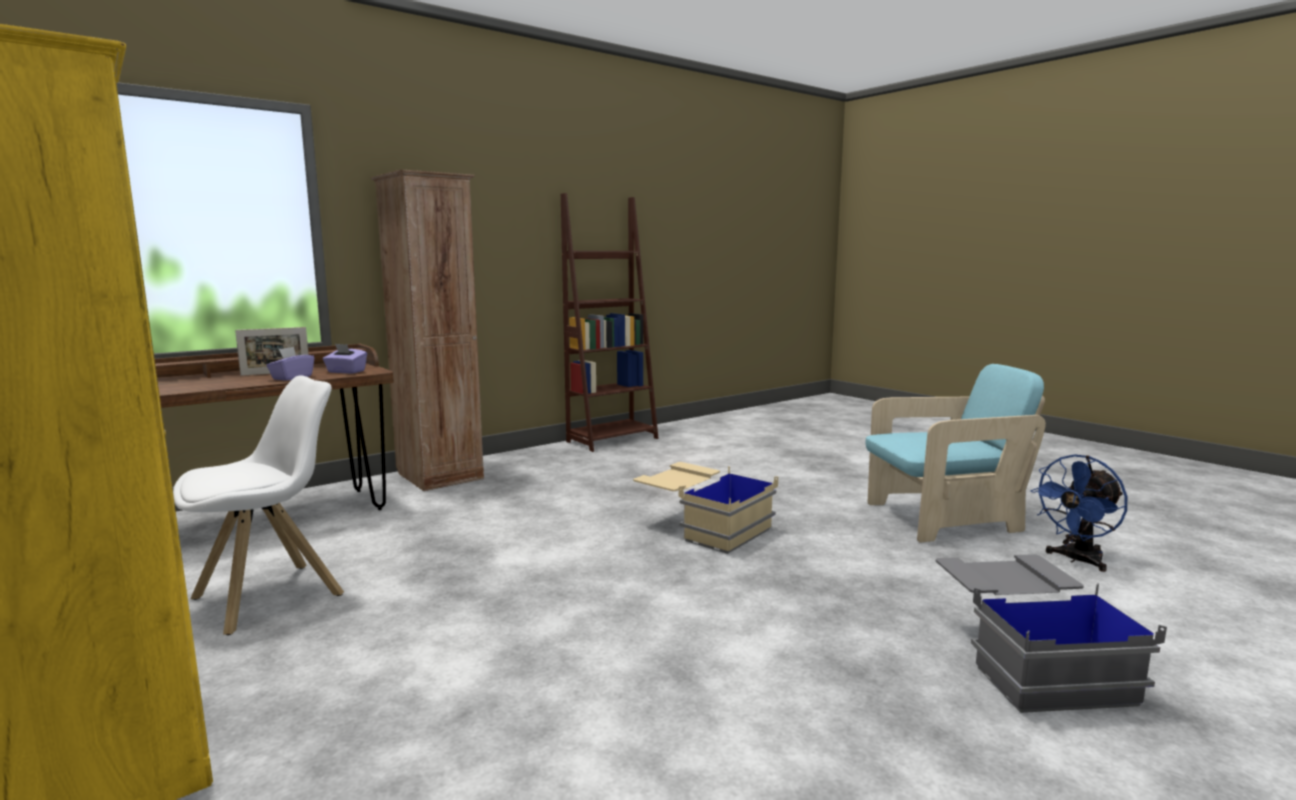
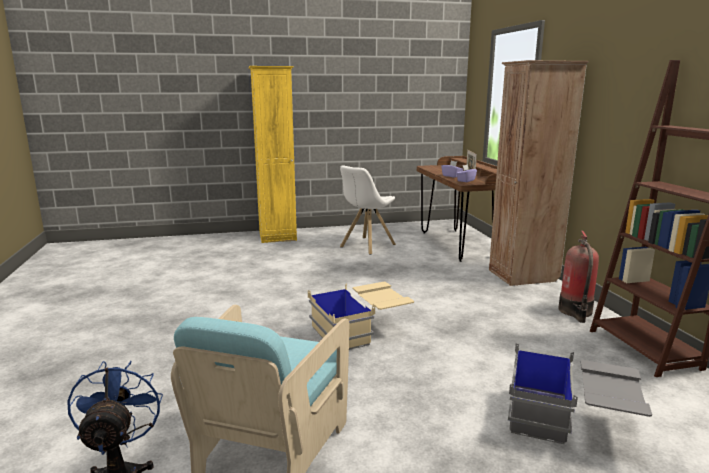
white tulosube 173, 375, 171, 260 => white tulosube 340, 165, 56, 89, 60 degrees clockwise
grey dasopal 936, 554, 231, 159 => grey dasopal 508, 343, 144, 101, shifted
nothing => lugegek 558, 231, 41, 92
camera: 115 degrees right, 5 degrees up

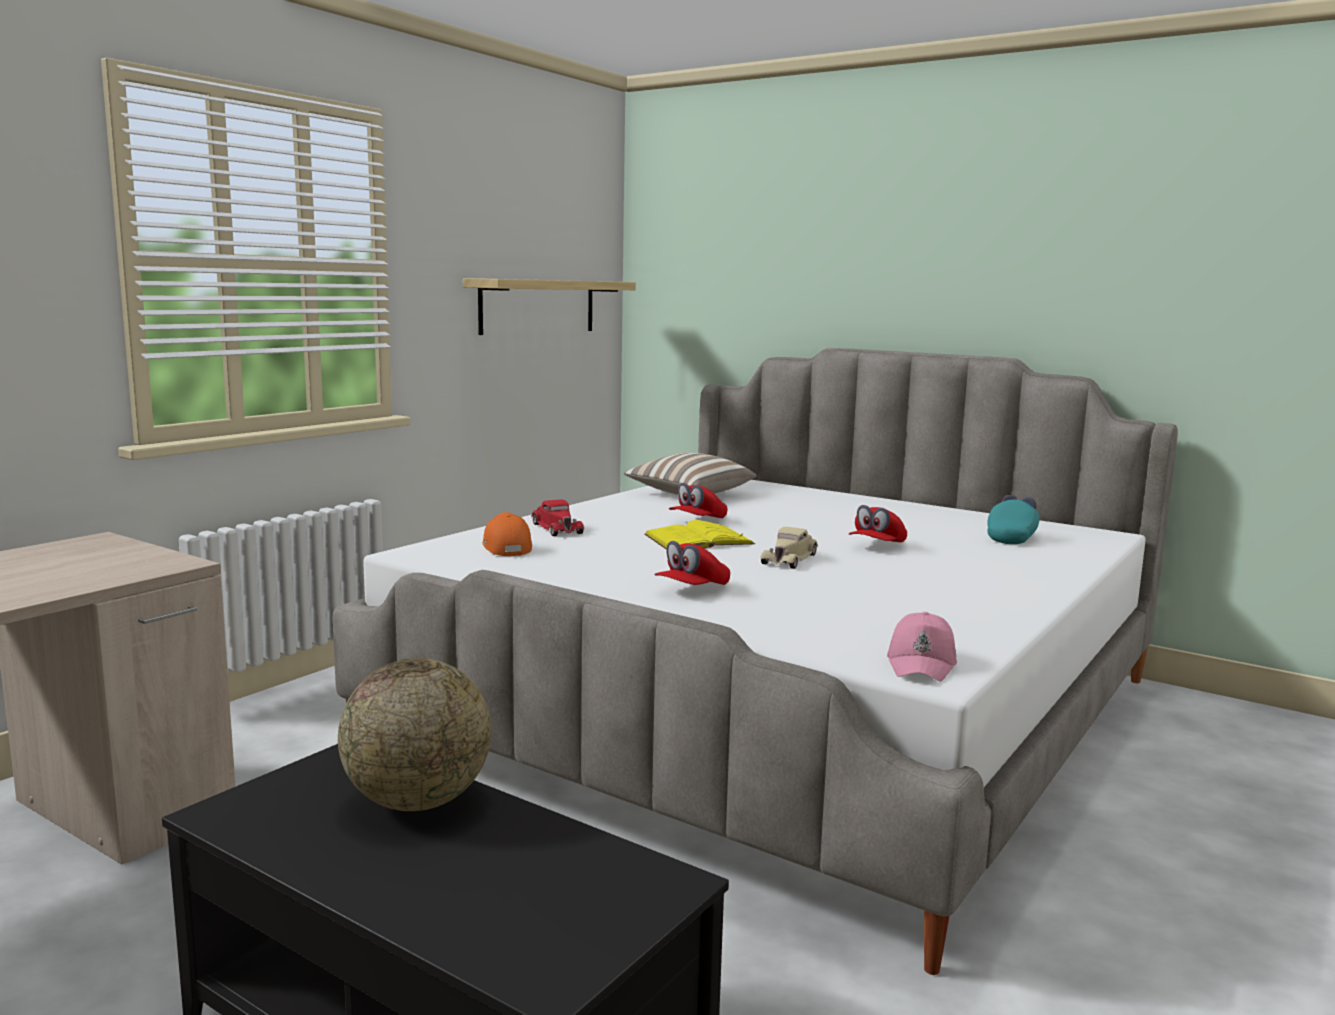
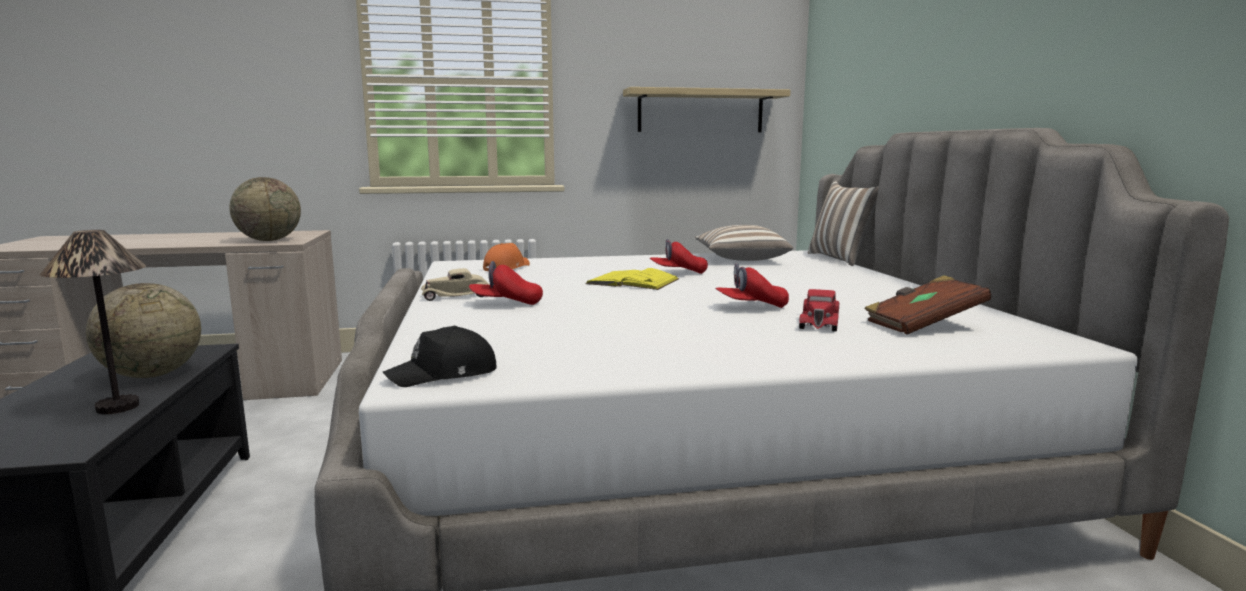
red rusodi 531, 499, 53, 37 => red rusodi 799, 289, 40, 43, shifted
beige rusodi 760, 527, 58, 42 => beige rusodi 421, 268, 69, 33, shifted
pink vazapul 887, 612, 70, 70 => black vazapul 383, 326, 114, 61
turquoise vazapul 987, 495, 53, 49 => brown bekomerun 864, 275, 127, 59
nothing => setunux 40, 230, 106, 184
nothing => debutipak 229, 177, 72, 64
nothing => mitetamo 808, 181, 71, 85
camera: 45 degrees right, 0 degrees up

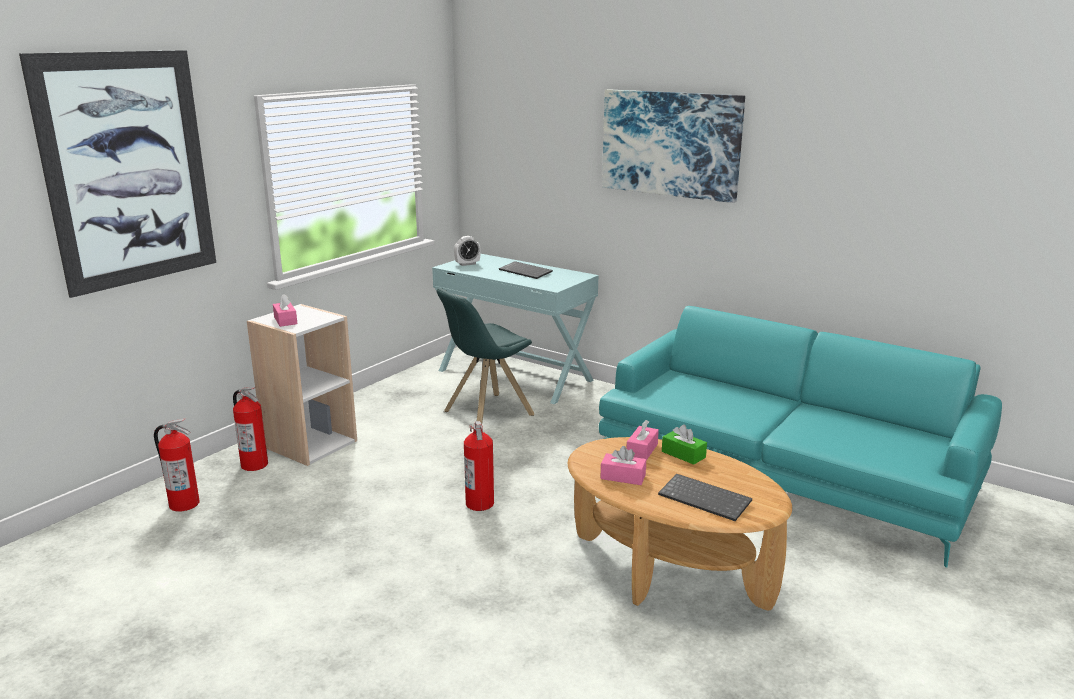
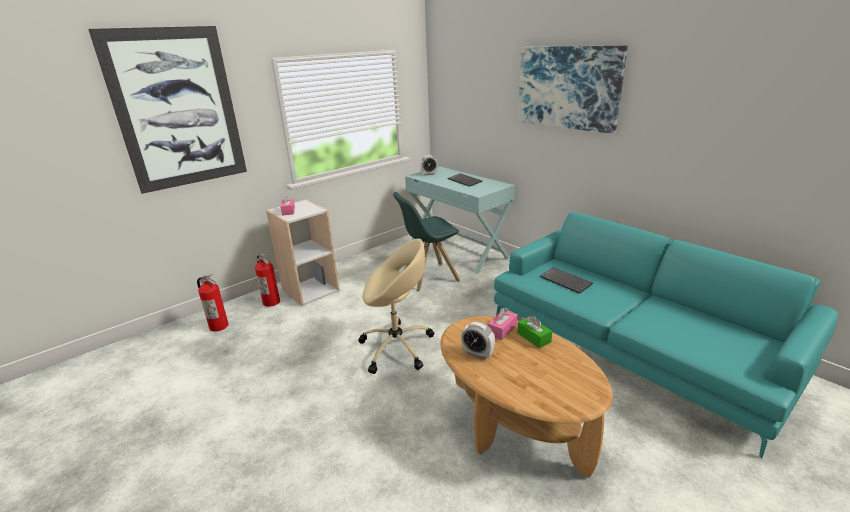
lugegek 464, 421, 30, 90 => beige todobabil 358, 239, 76, 135
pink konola 600, 446, 46, 39 => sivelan 461, 322, 34, 37
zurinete 658, 474, 94, 47 => zurinete 540, 267, 53, 27, shifted
camera: 15 degrees right, 5 degrees up

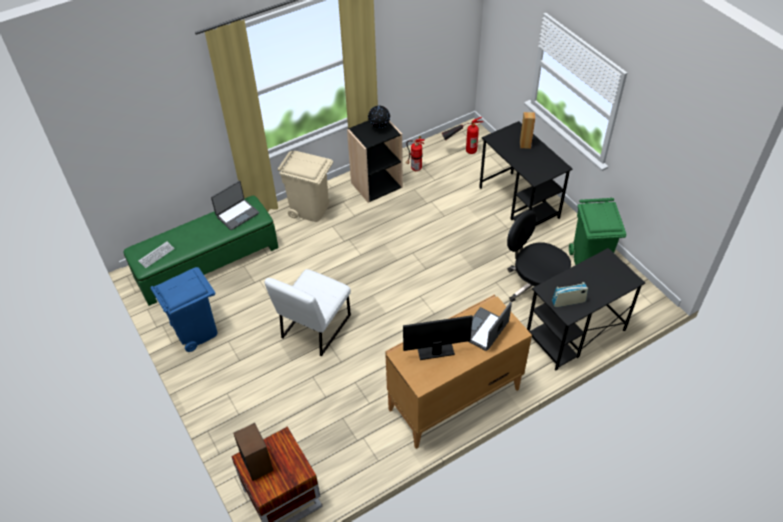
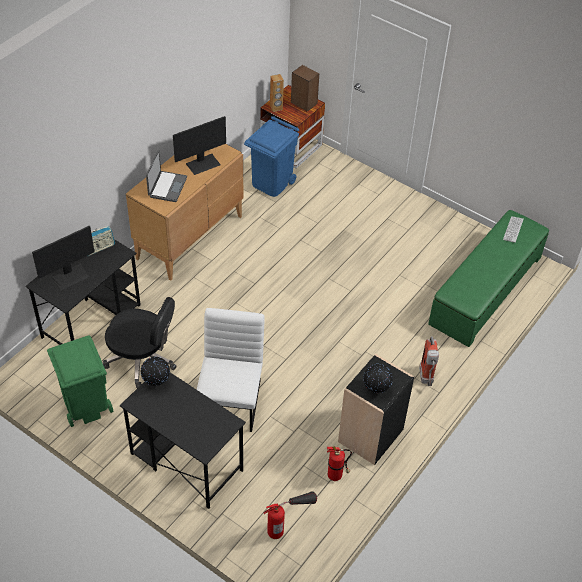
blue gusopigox 150, 267, 68, 85 => blue gusopigox 244, 116, 55, 81, shifted
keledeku 211, 181, 48, 49 => nothing
white tulosube 264, 269, 87, 87 => white tulosube 197, 308, 68, 124, shifted
beige gusopigox 277, 150, 56, 72 => lugegek 419, 336, 20, 50
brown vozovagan 520, 112, 15, 36 => brown vozovagan 270, 74, 14, 38, shifted
nothing => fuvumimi 32, 226, 63, 64
nothing => debutipak 140, 357, 30, 29
camera: 155 degrees right, 0 degrees up

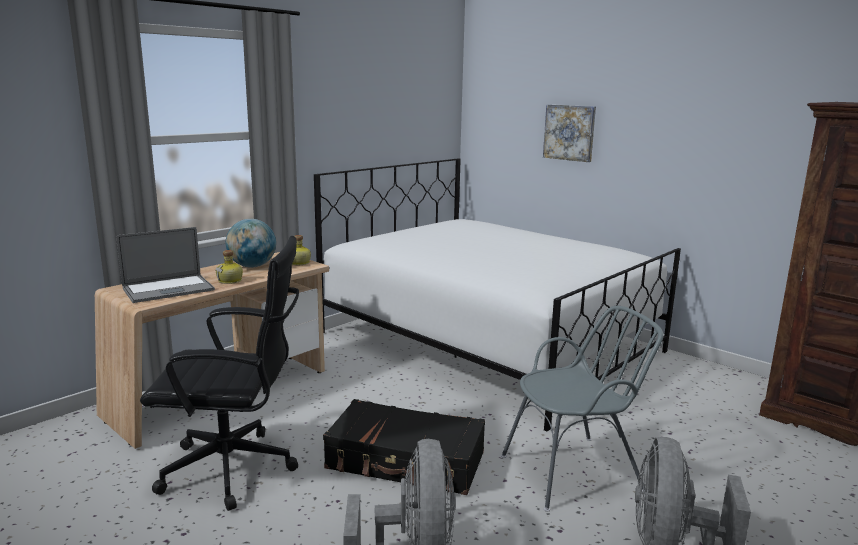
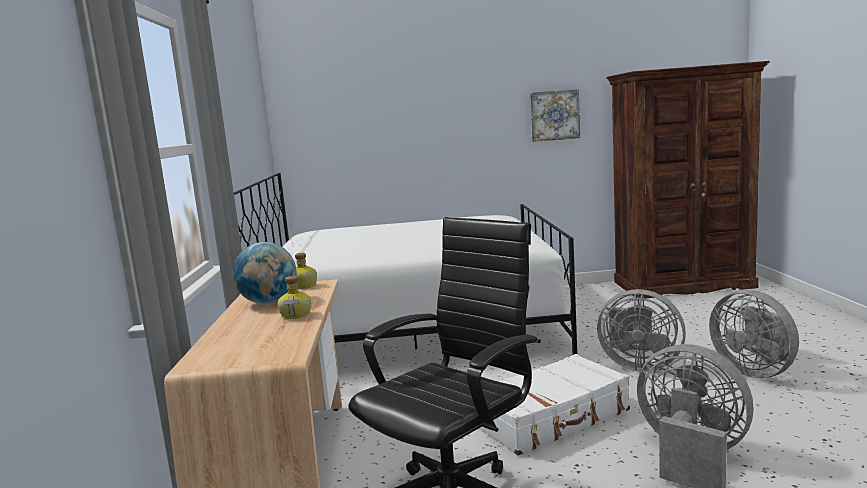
keledeku 116, 227, 99, 76 => nothing
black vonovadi 323, 399, 162, 96 => white vonovadi 479, 354, 151, 102
grey tulosube 501, 306, 163, 206 => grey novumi 597, 289, 89, 83
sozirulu 543, 105, 53, 57 => sozirulu 530, 89, 50, 53, shifted
camera: 45 degrees left, 5 degrees down

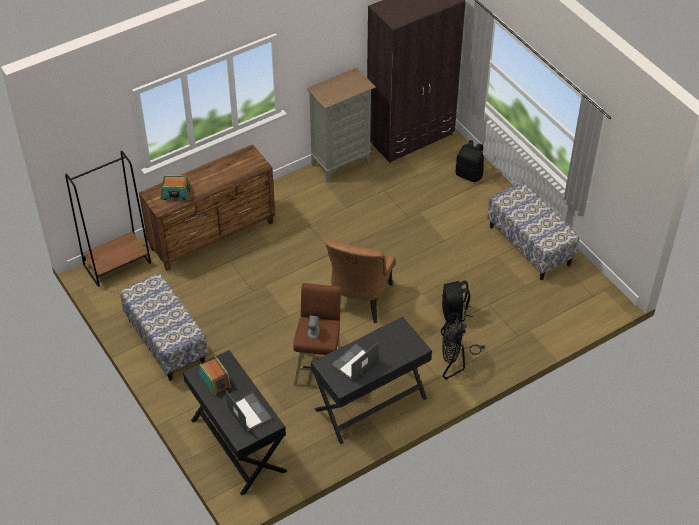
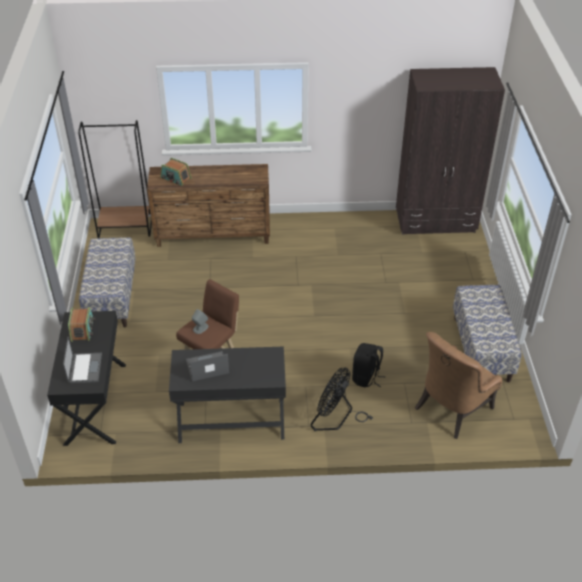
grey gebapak 307, 68, 69, 115 => nothing
brown tulosube 325, 240, 71, 83 => brown tulosube 415, 332, 87, 107, shifted
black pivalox 456, 140, 28, 42 => nothing
camera: 30 degrees right, 5 degrees down

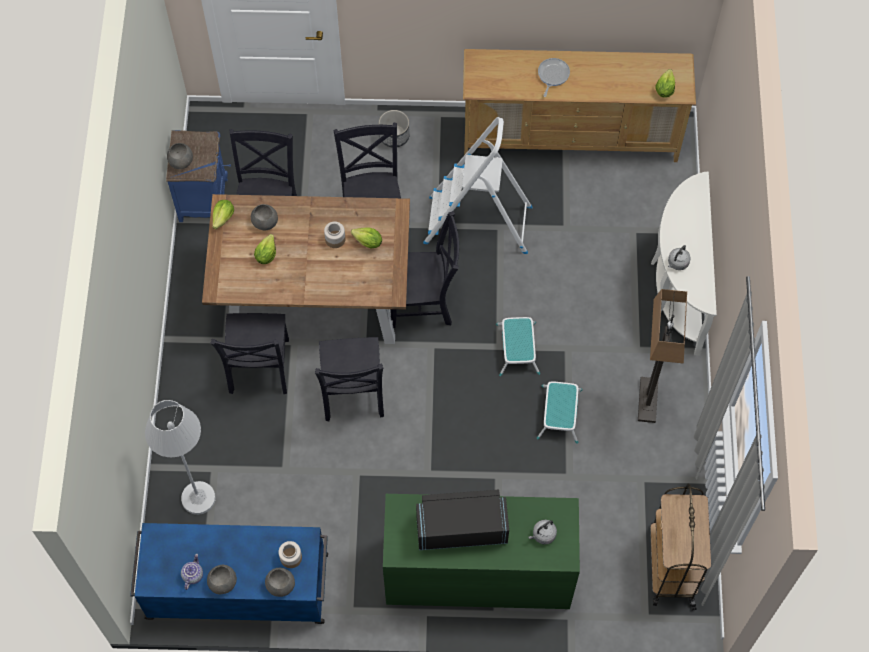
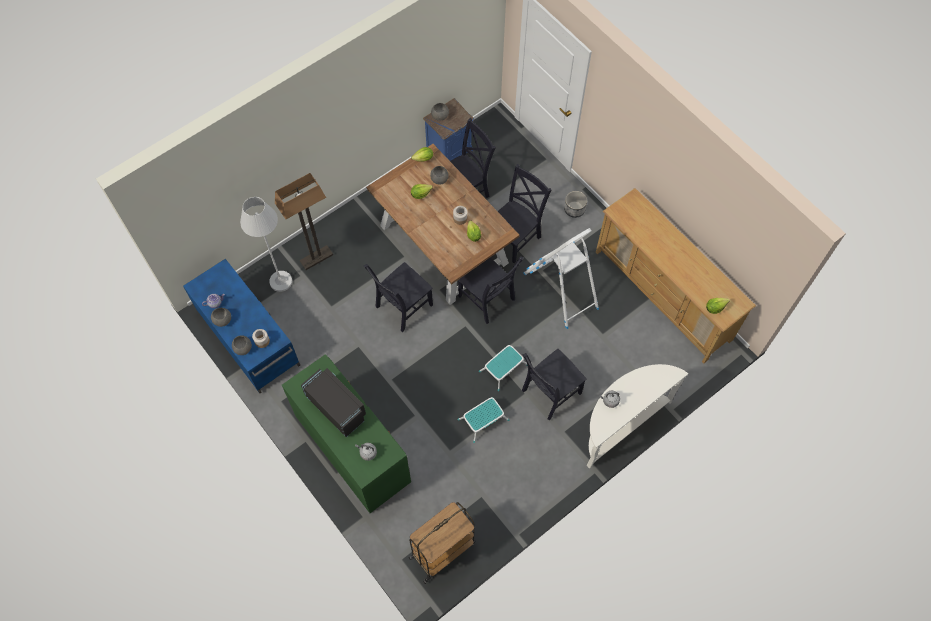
black tulosube 210, 313, 79, 81 => black tulosube 522, 349, 65, 71, shifted
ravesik 538, 58, 32, 39 => nothing
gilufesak 638, 289, 49, 134 => gilufesak 275, 173, 58, 97, shifted
camera: 50 degrees right, 0 degrees up

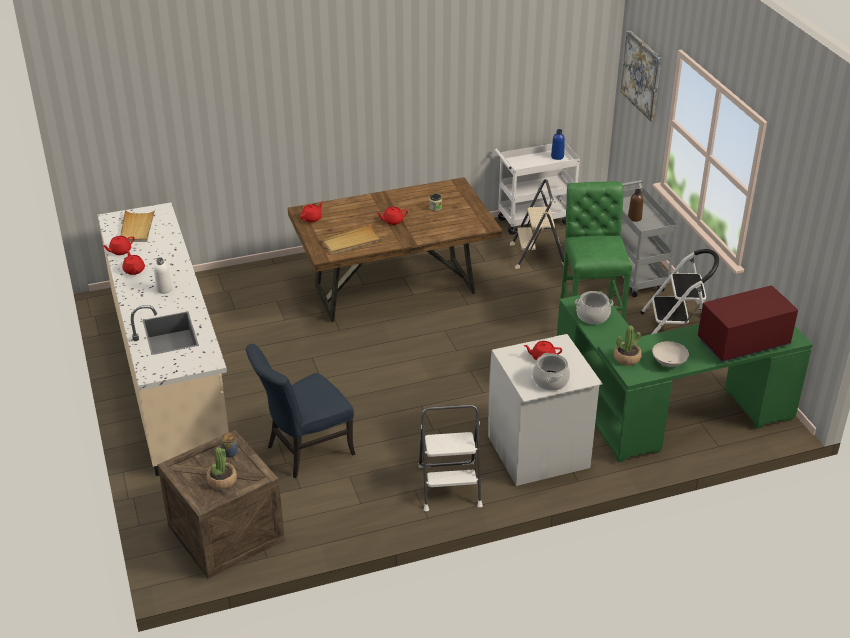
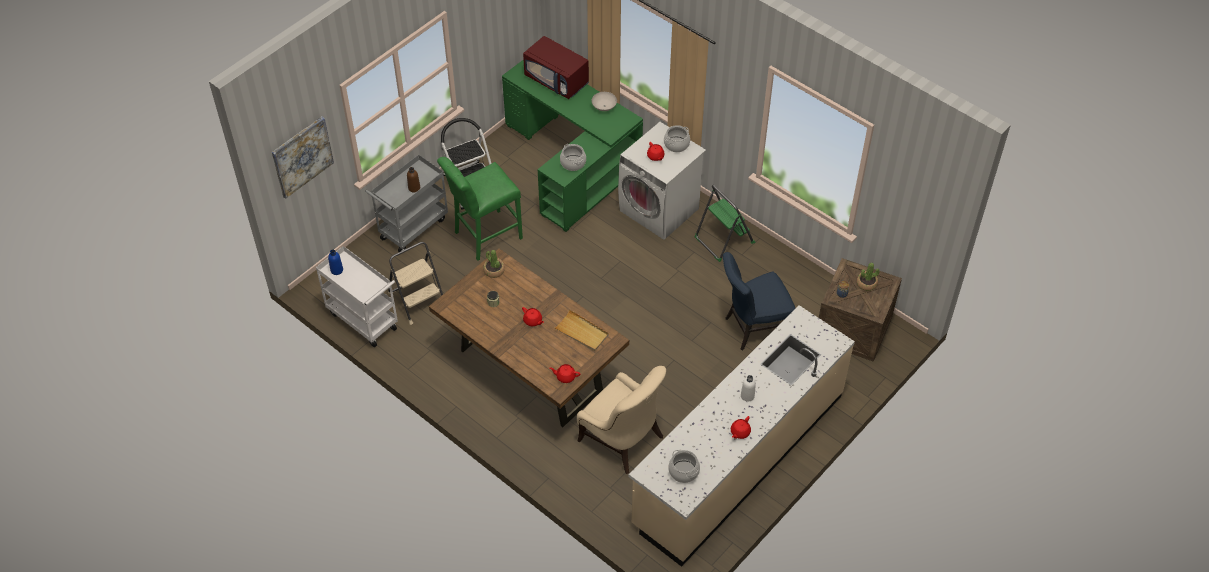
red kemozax 102, 236, 32, 19 => nothing
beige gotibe 120, 210, 35, 32 => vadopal 668, 450, 32, 33
blue tulosube 246, 344, 109, 134 => blue tulosube 723, 252, 72, 99, 135 degrees clockwise
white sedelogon 419, 404, 64, 107 => green sedelogon 694, 185, 61, 77
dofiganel 614, 325, 27, 40 => dofiganel 483, 250, 22, 28, shifted
nothing => beige tulosube 577, 366, 89, 108
camera: 120 degrees left, 15 degrees up

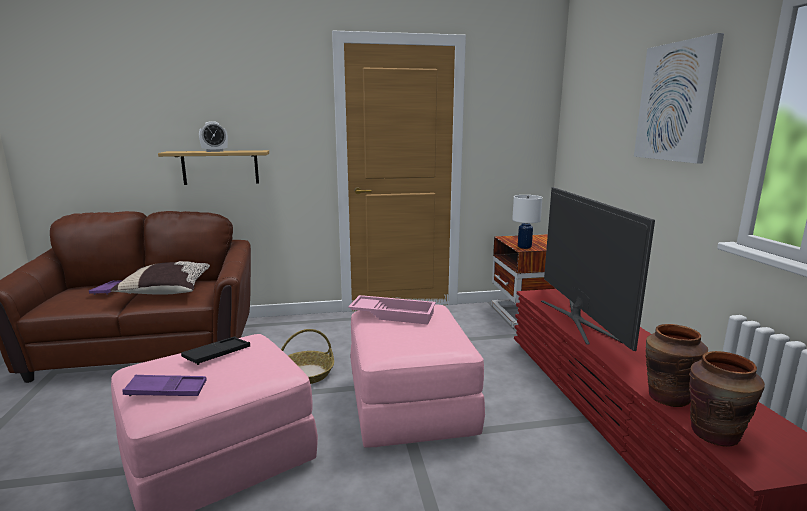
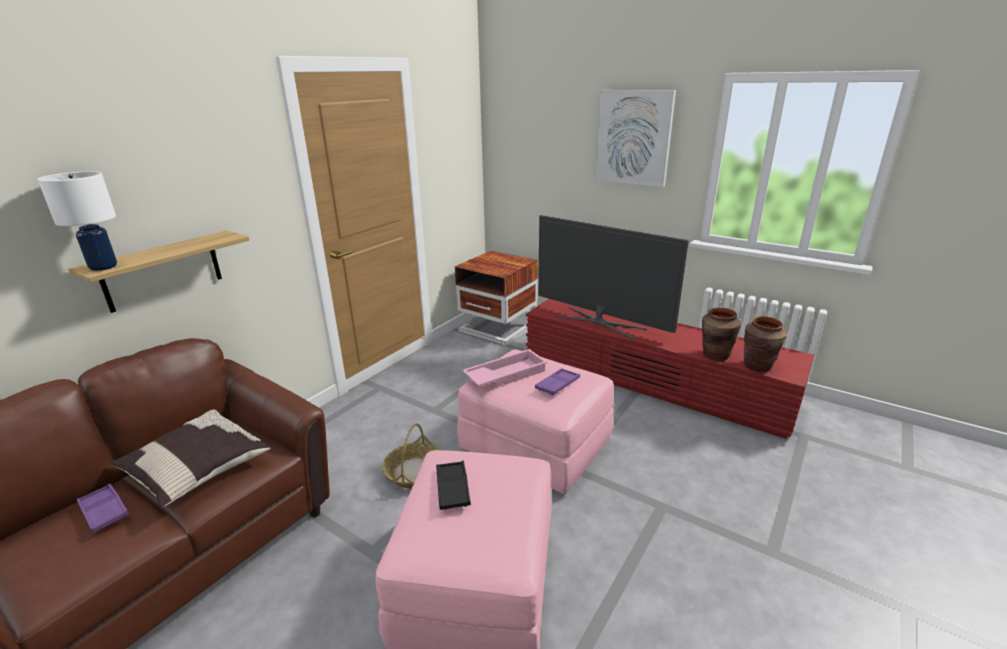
purple gotibe 122, 375, 85, 21 => purple gotibe 535, 368, 45, 28, shifted
sivelan 199, 121, 29, 31 => nothing
white setunux 512, 195, 31, 54 => white setunux 38, 171, 79, 100, shifted
camera: 45 degrees left, 10 degrees up

